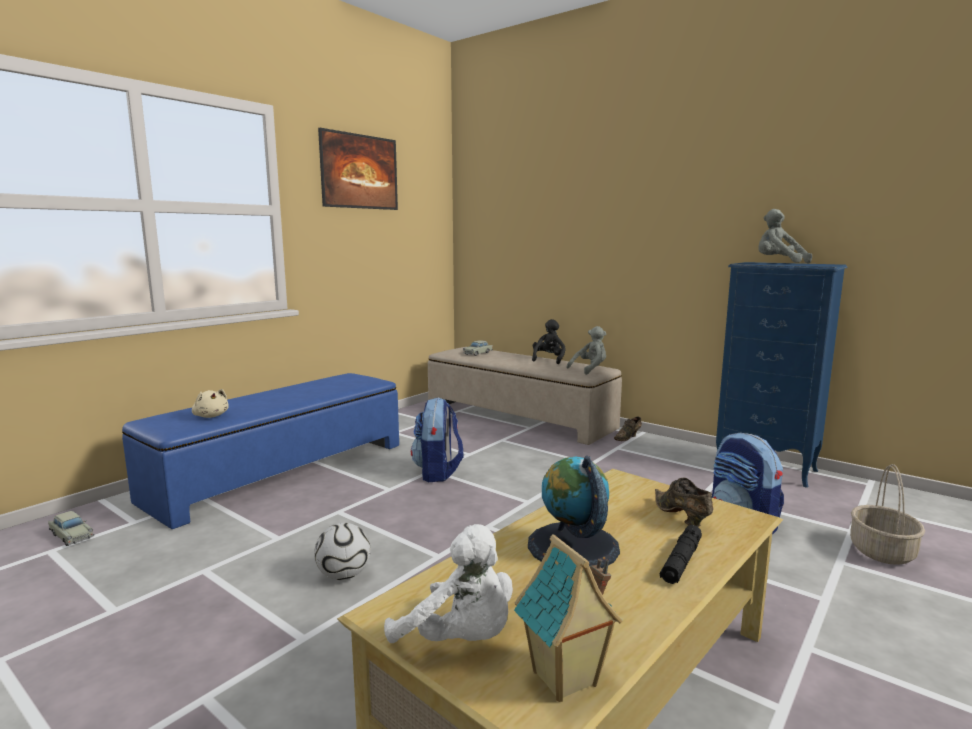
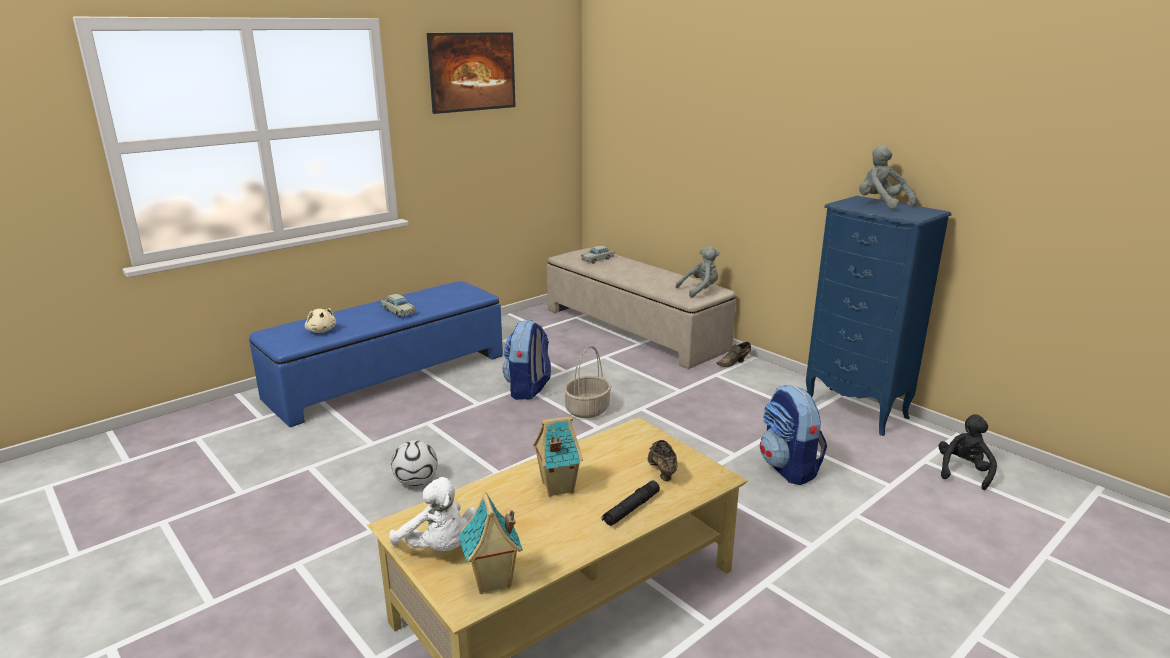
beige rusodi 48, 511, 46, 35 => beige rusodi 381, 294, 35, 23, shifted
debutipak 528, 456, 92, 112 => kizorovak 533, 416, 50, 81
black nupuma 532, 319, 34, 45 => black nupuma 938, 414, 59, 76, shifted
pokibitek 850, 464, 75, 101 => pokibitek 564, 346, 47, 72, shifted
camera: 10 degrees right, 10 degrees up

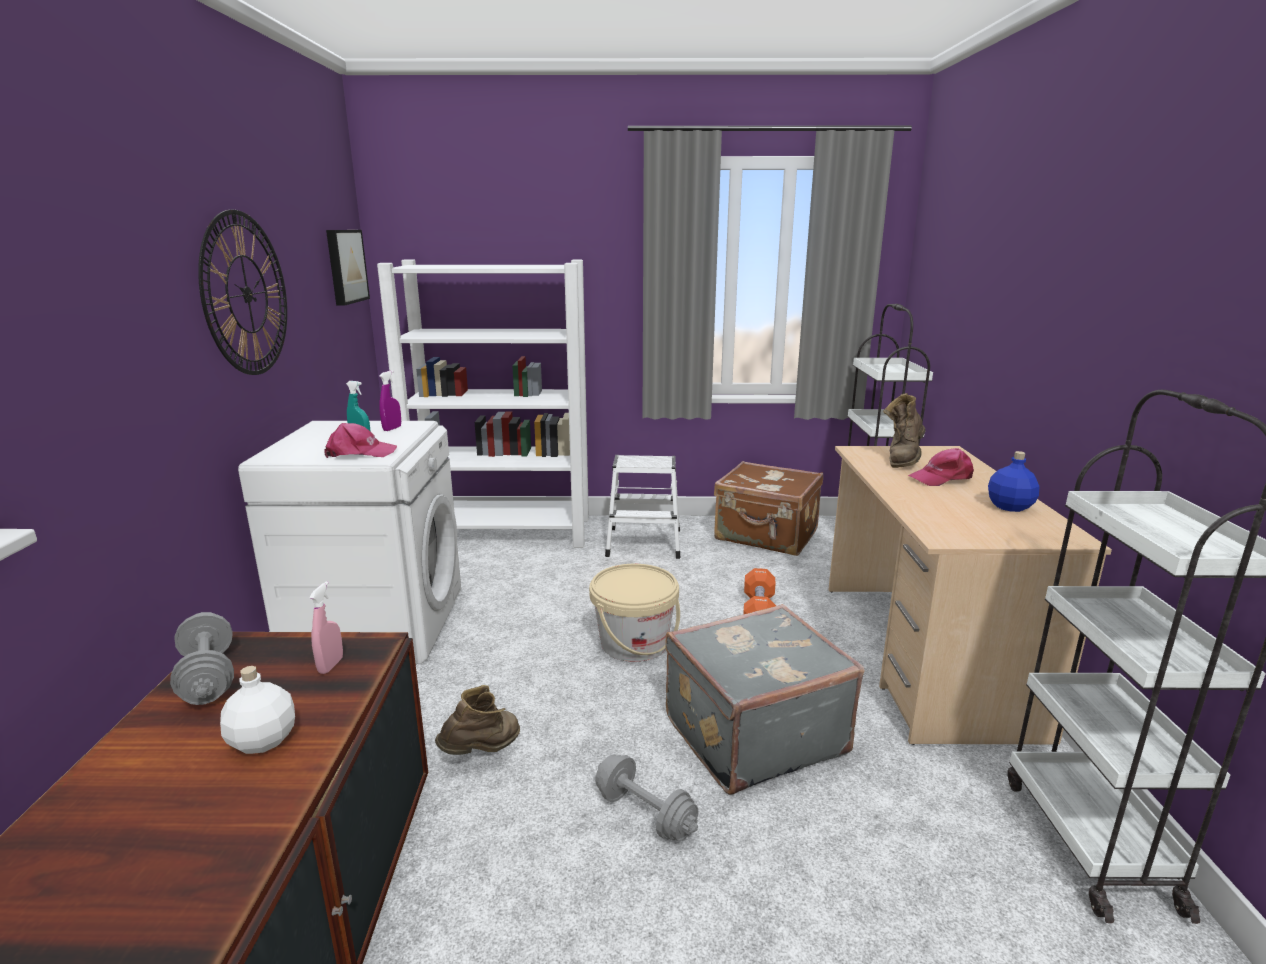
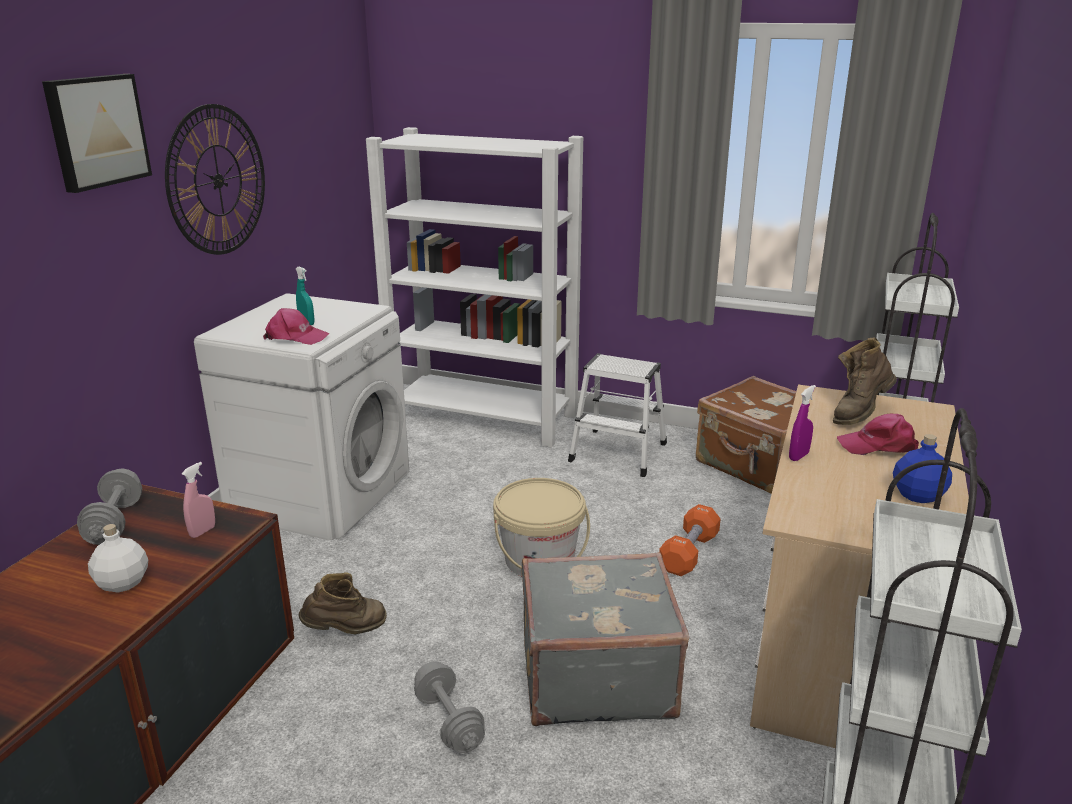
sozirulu 326, 230, 44, 76 => sozirulu 42, 74, 110, 119, shifted
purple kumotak 379, 371, 22, 60 => purple kumotak 789, 385, 27, 76, shifted
camera: 20 degrees right, 5 degrees up

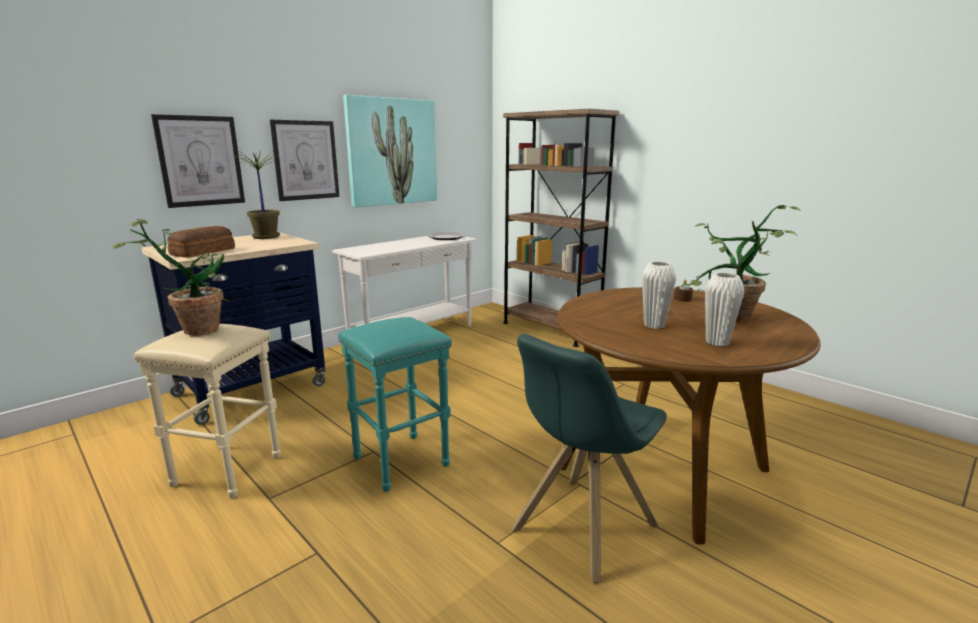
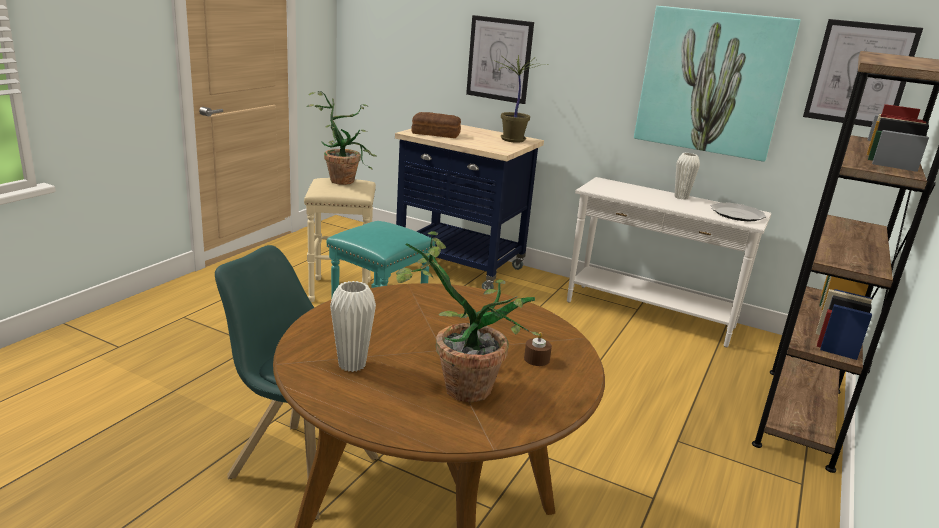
sozirulu 270, 120, 69, 81 => sozirulu 803, 19, 120, 108, shifted
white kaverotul 642, 261, 34, 68 => white kaverotul 674, 153, 26, 47, shifted
camera: 70 degrees right, 5 degrees up

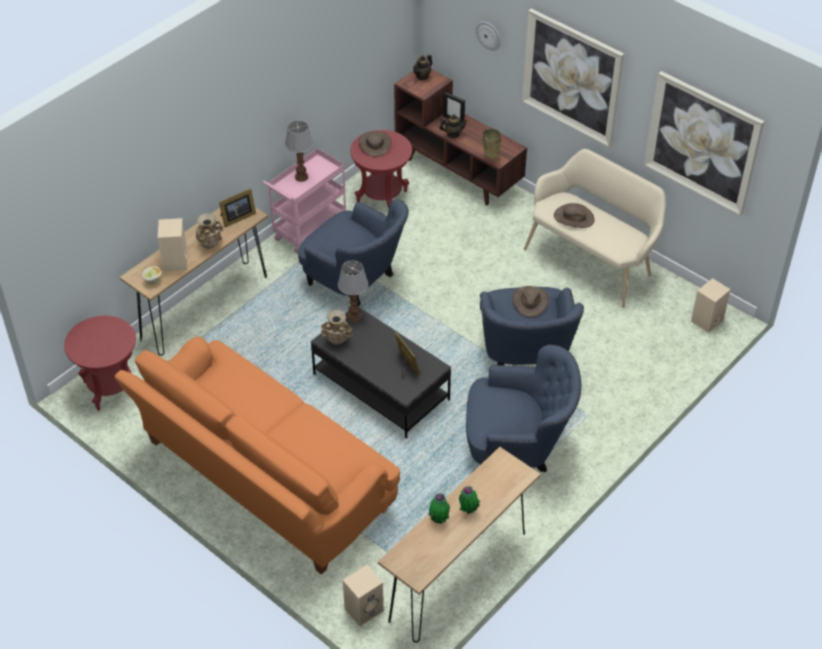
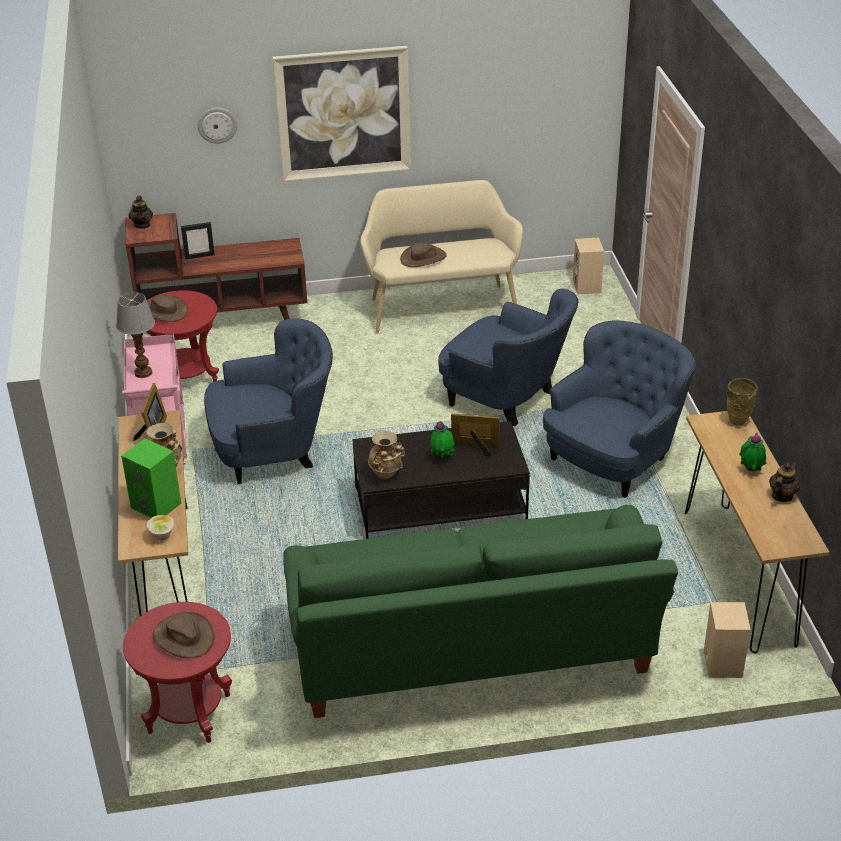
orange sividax 115, 337, 285, 238 => green sividax 283, 505, 395, 213
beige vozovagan 158, 218, 30, 53 => green vozovagan 121, 438, 60, 80
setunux 338, 260, 30, 62 => nothing
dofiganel 429, 493, 21, 31 => dofiganel 431, 421, 24, 40, shifted
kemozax 439, 114, 29, 24 => kemozax 769, 461, 31, 41, shifted
beige kaverotul 482, 128, 19, 32 => beige kaverotul 727, 378, 31, 48, shifted
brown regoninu 513, 286, 36, 31 => brown regoninu 153, 612, 62, 46, shifted
sozirulu 644, 71, 120, 145 => nothing
camera: 50 degrees left, 10 degrees down

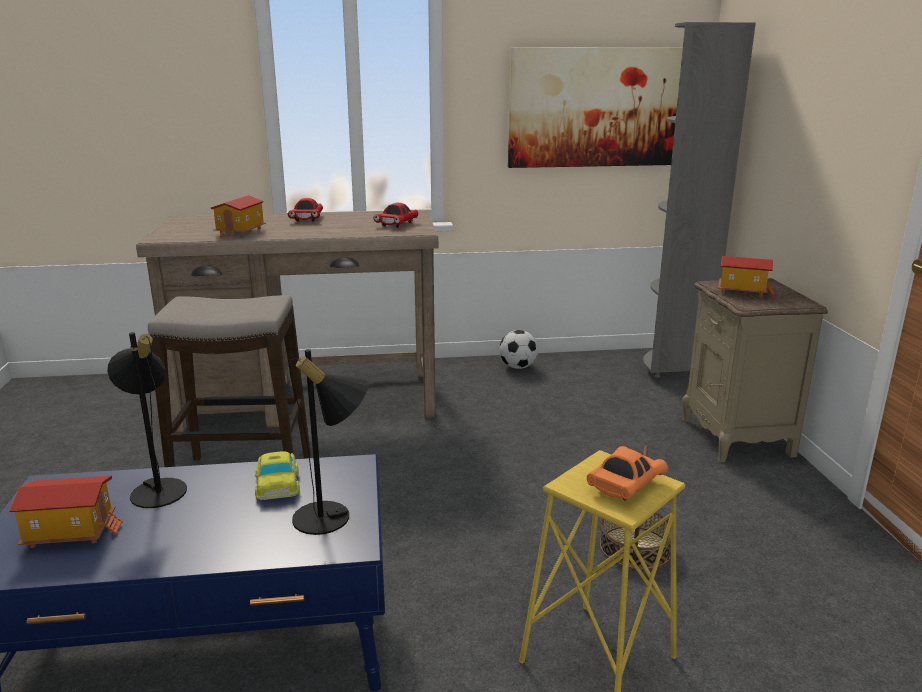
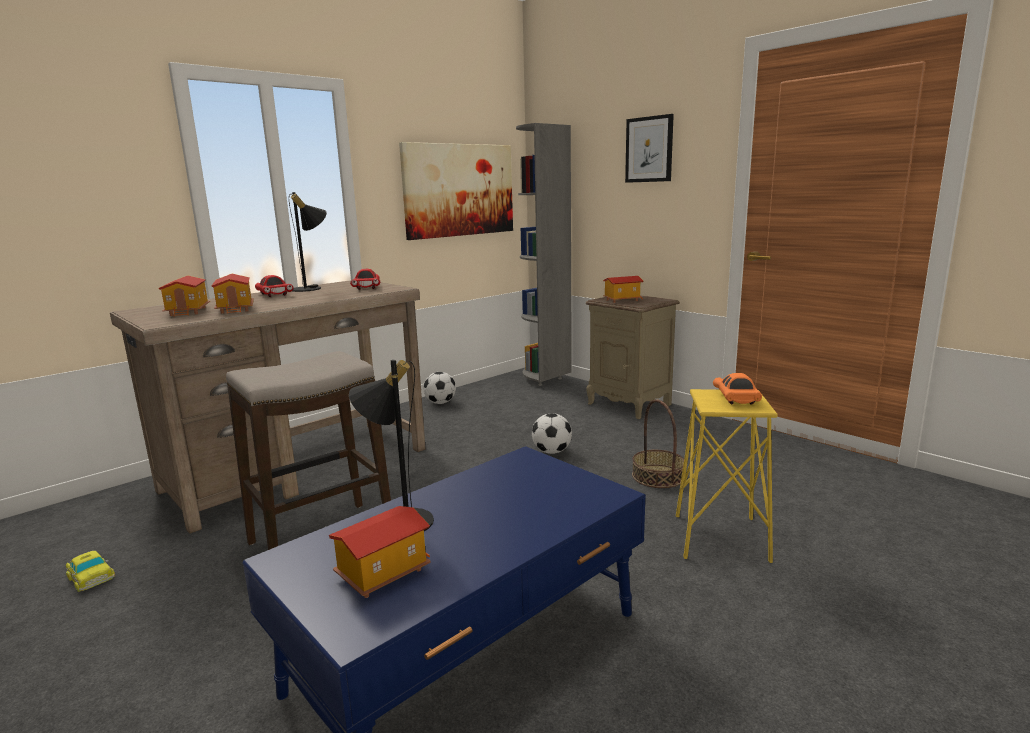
rusodi 255, 452, 45, 48 => rusodi 66, 551, 49, 41, shifted
black setunux 289, 349, 79, 186 => black setunux 289, 192, 38, 100, shifted
nothing => kizorovak 159, 275, 51, 42
nothing => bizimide 532, 413, 40, 41
nothing => sozirulu 625, 114, 49, 69
camera: 35 degrees left, 5 degrees down

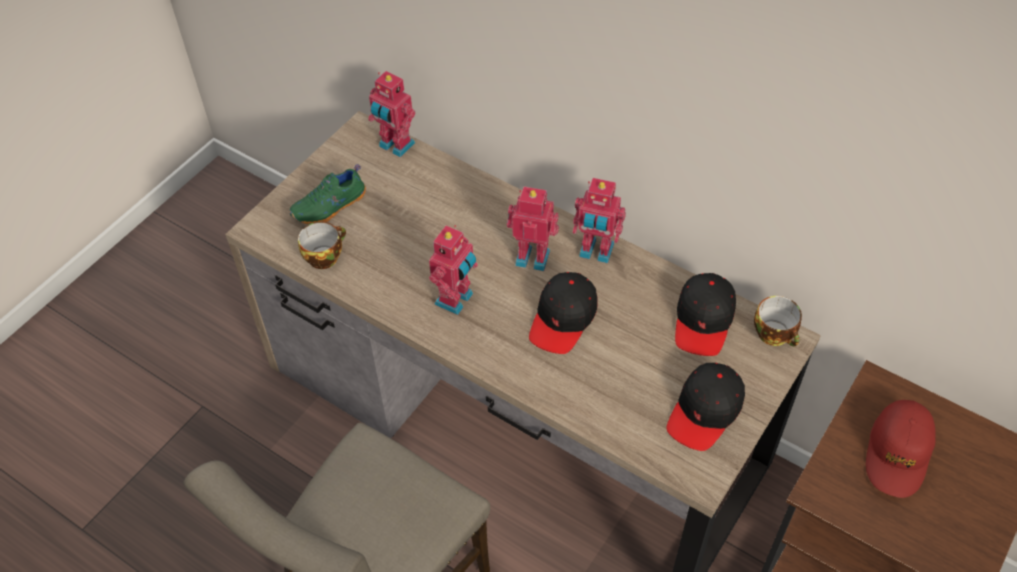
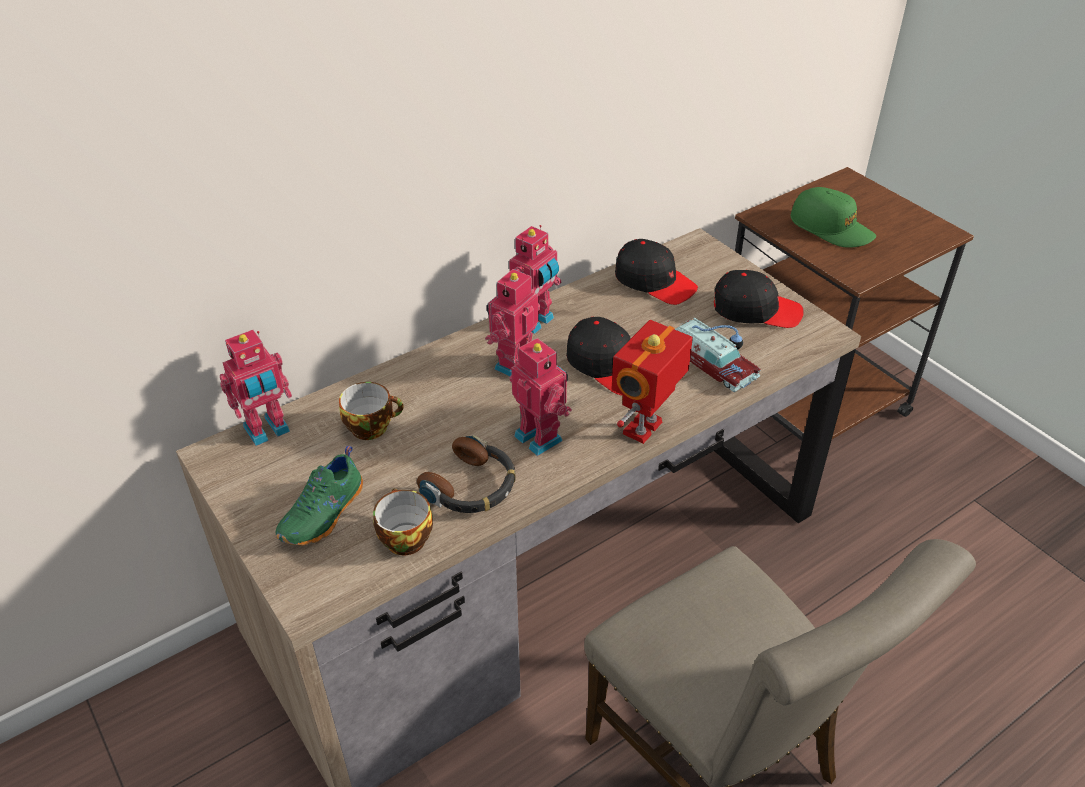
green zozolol 290, 164, 76, 60 => green zozolol 276, 446, 87, 100, 45 degrees clockwise
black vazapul 667, 363, 78, 88 => black vazapul 714, 270, 90, 58, 45 degrees counterclockwise
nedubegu 754, 296, 48, 50 => nedubegu 339, 382, 65, 58, shifted
red vazapul 866, 400, 70, 98 => green vazapul 790, 187, 86, 61
nothing => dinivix 417, 435, 99, 78
nothing => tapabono 611, 320, 82, 124
nothing => rusodi 675, 318, 86, 74
camera: 70 degrees left, 10 degrees down

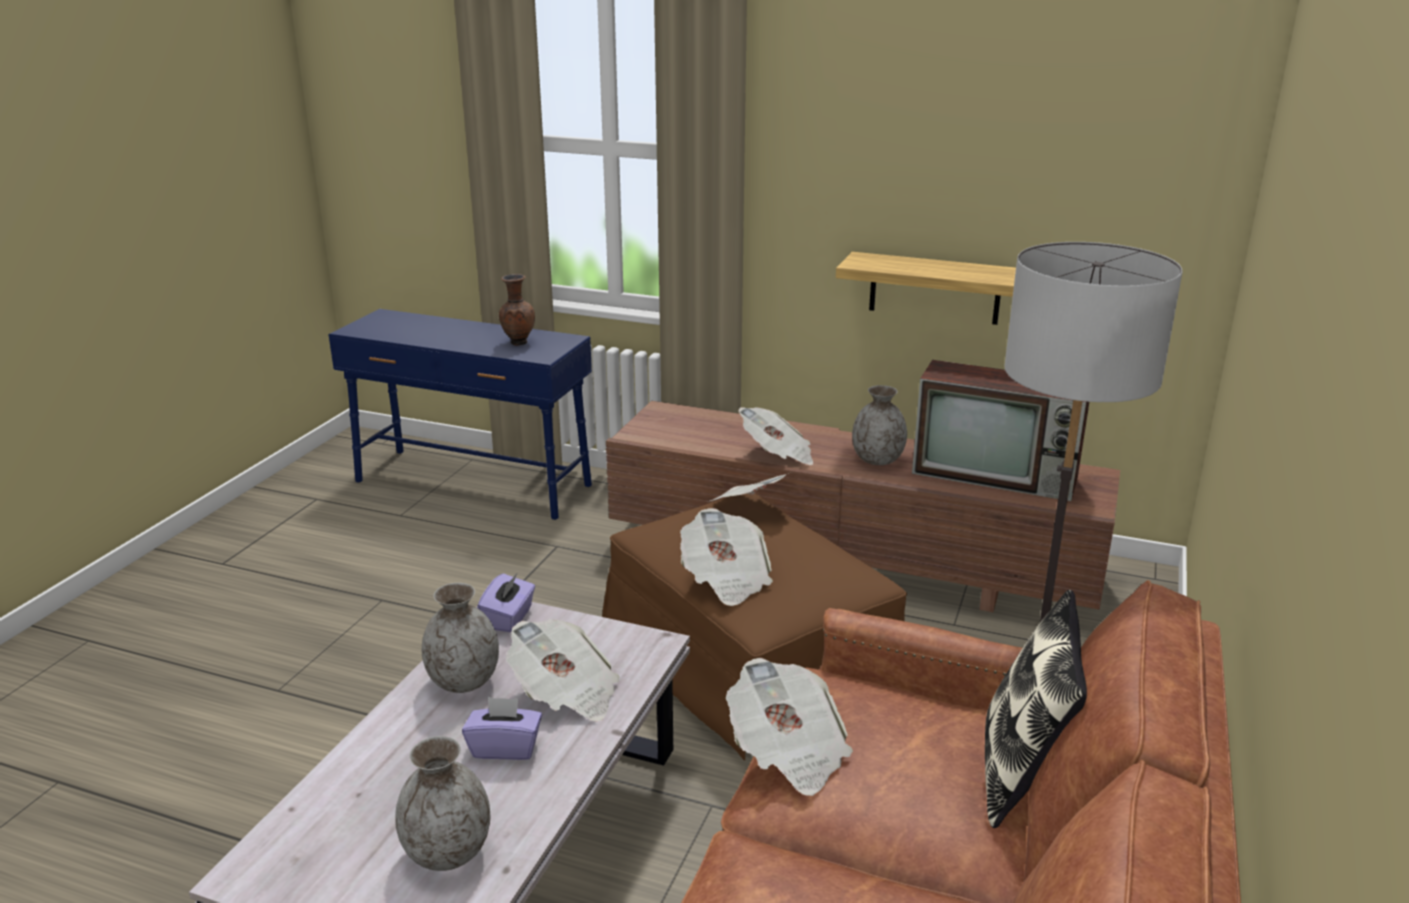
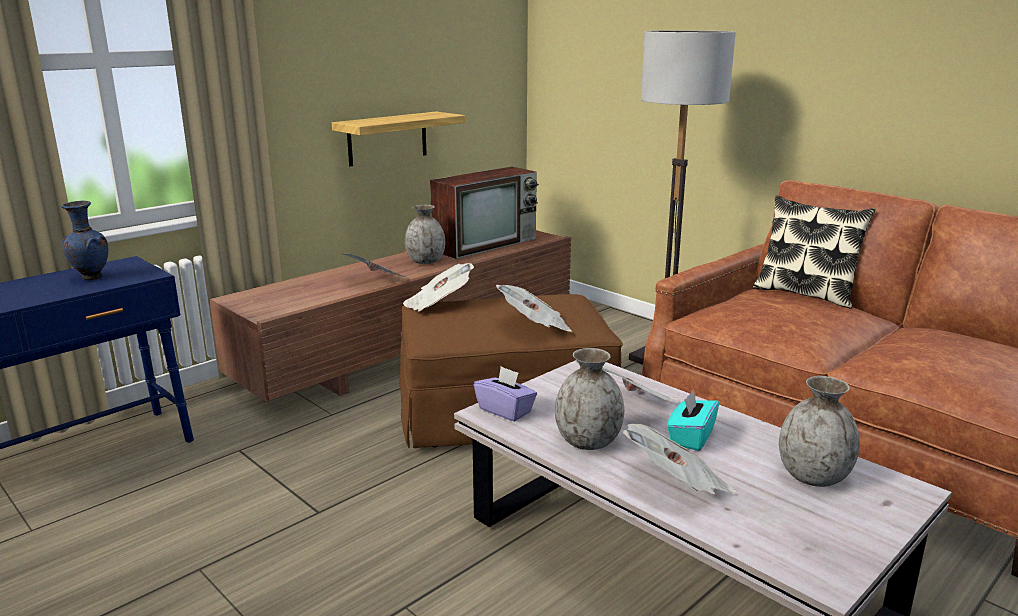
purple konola 462, 697, 80, 63 => turquoise konola 667, 390, 52, 61
brown kaverotul 499, 274, 36, 72 => blue kaverotul 61, 200, 48, 80
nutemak 726, 658, 127, 138 => nutemak 622, 424, 114, 70, shifted
camera: 65 degrees left, 5 degrees down

